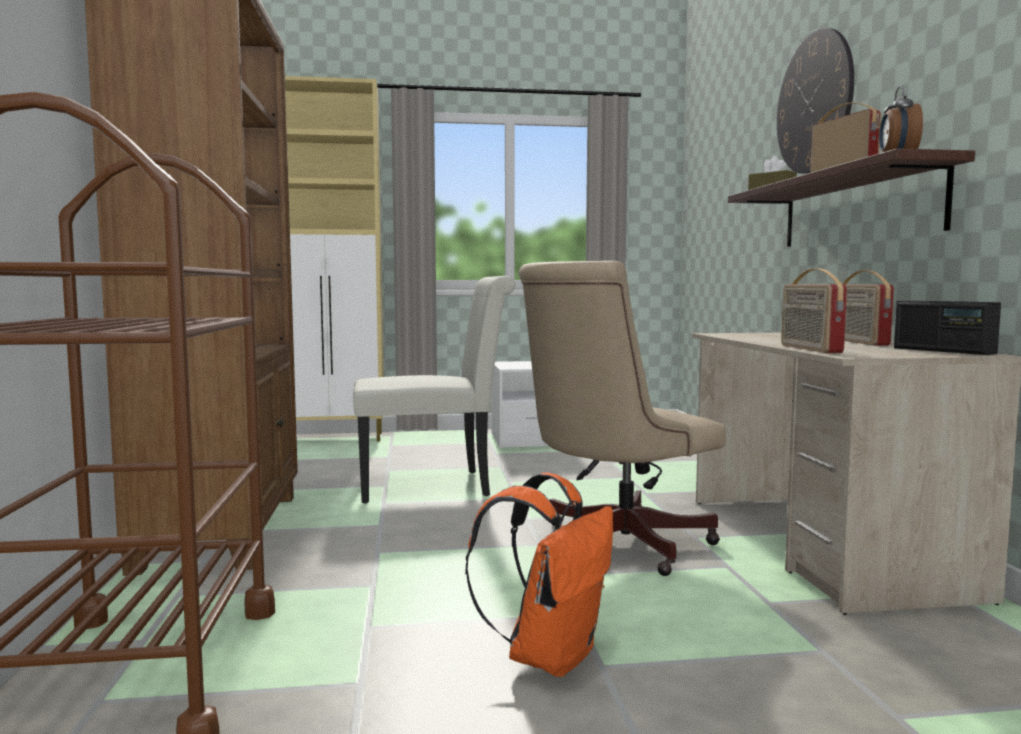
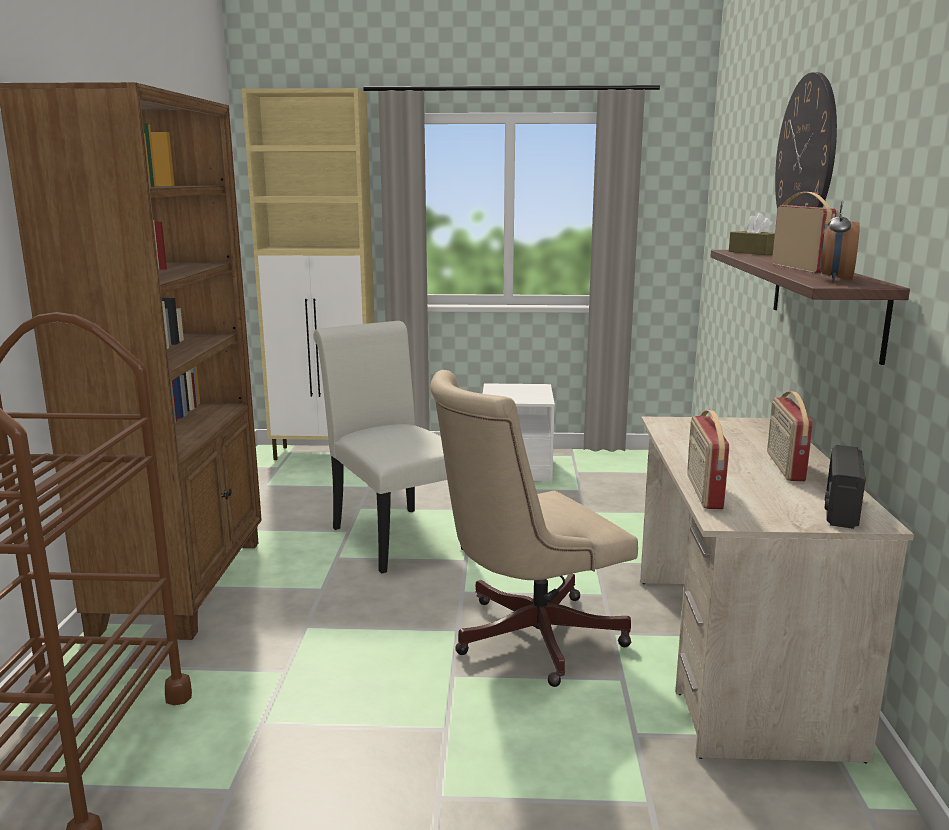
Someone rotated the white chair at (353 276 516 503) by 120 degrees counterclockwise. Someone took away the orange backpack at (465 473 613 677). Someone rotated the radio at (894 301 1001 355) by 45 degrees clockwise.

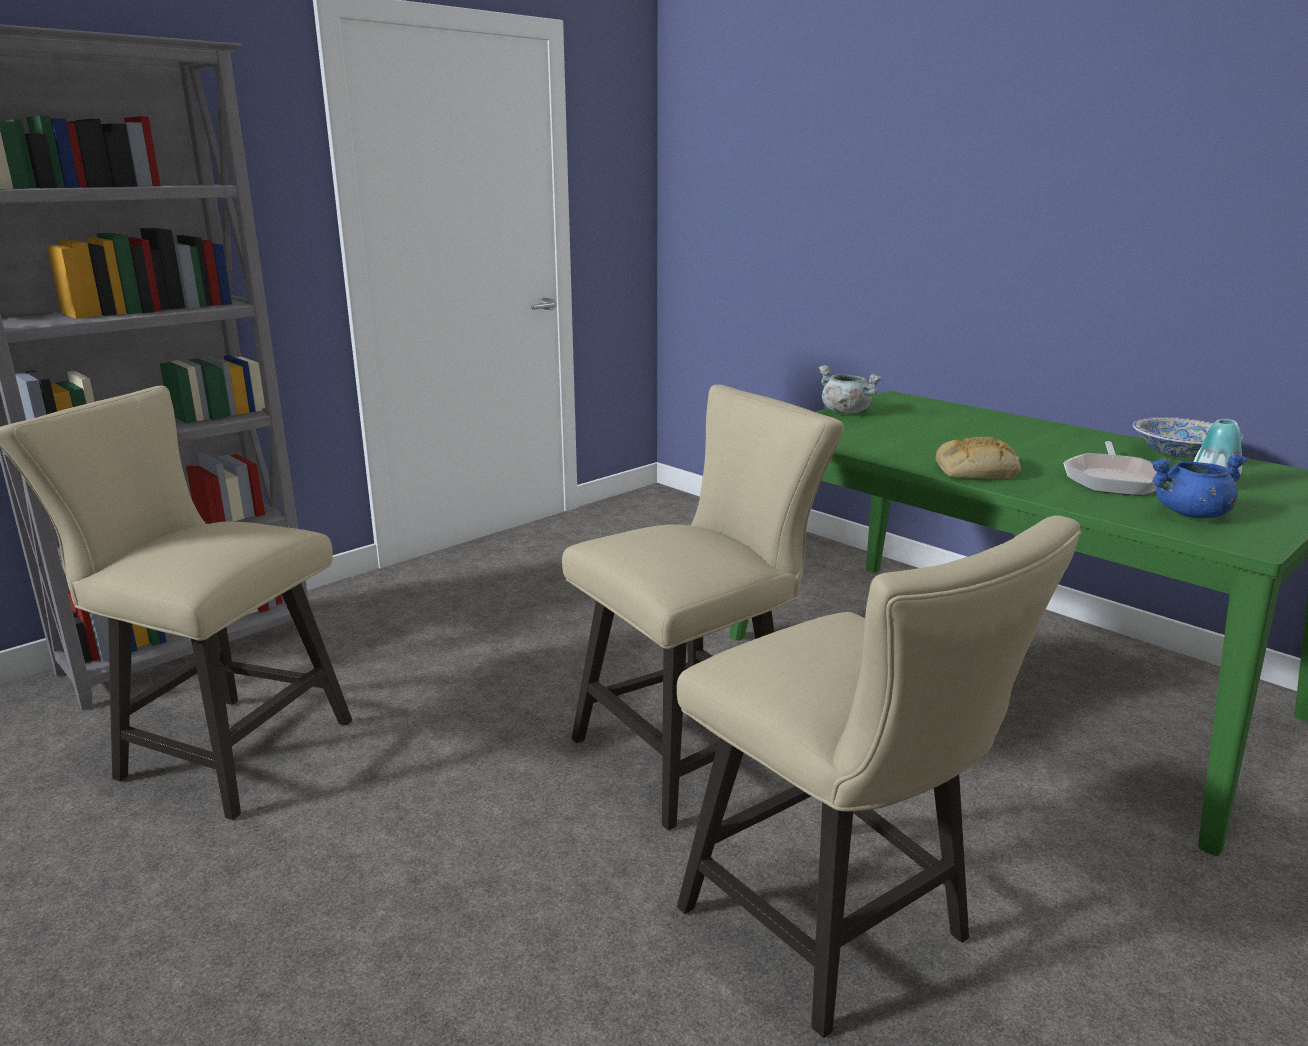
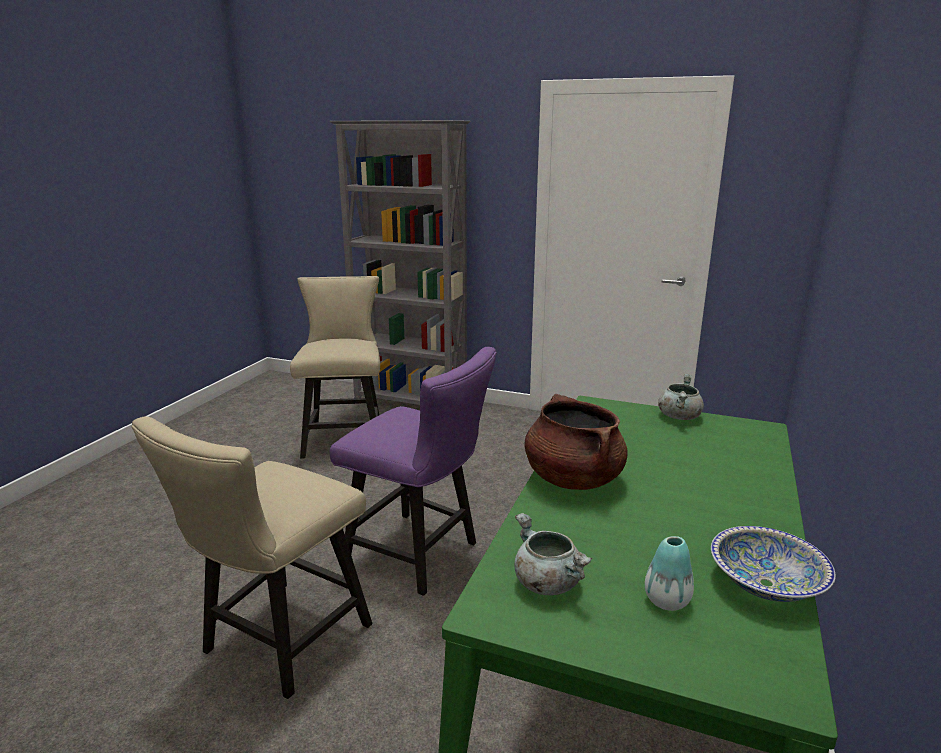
Someone repainted the beige chair at (562 384 844 831), which became the purple chair at (330 347 497 596). Someone swapped the bread at (936 437 1021 479) for the brown cooking pot at (524 394 628 490). Someone took away the frying pan at (1063 441 1157 496). Someone repainted the blue cooking pot at (1150 453 1248 518), which became the grey cooking pot at (514 513 592 595).

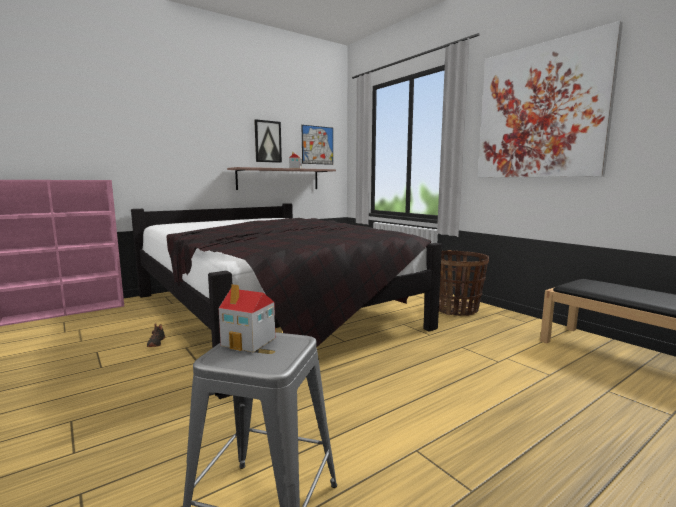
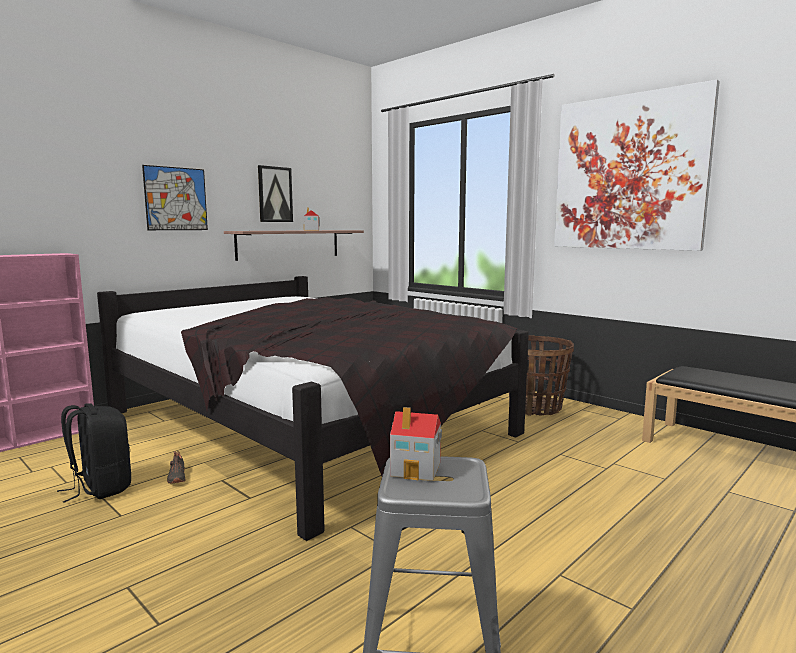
Someone carried the picture from (302 125 333 165) to (142 165 208 230). Someone put down the black backpack at (57 403 131 503).

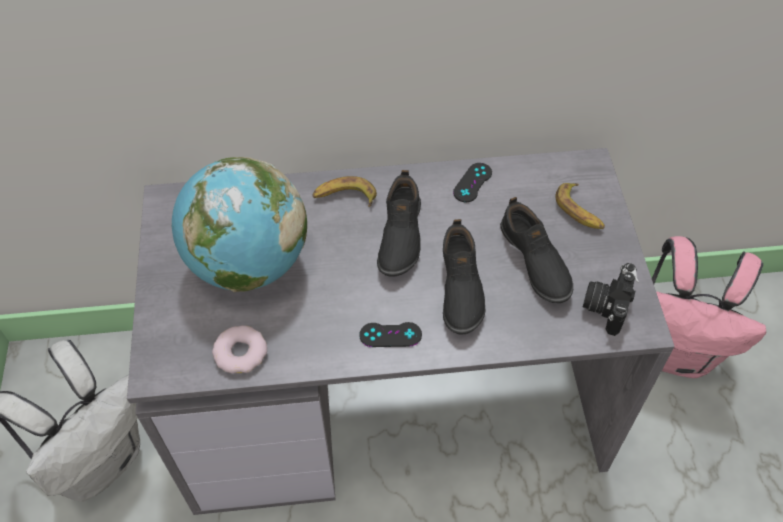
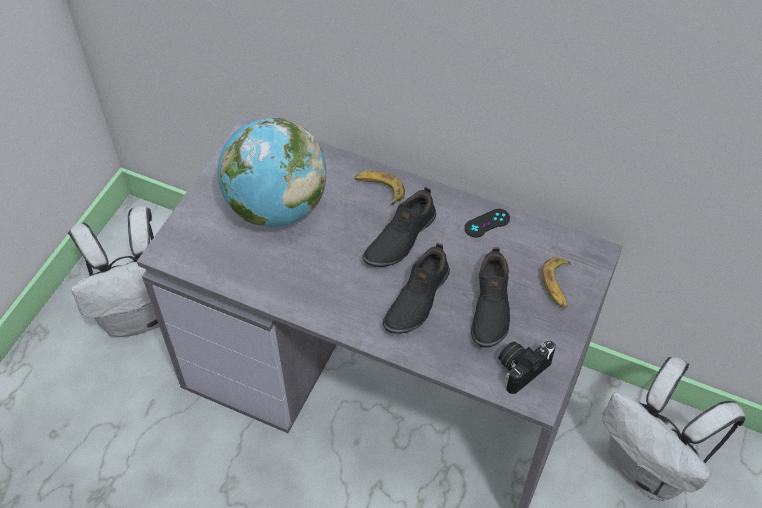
Someone took away the donut at (212 325 267 373). Someone took away the black game controller at (359 322 422 347). Someone repainted the pink backpack at (652 236 766 378), which became the white backpack at (602 357 745 501).

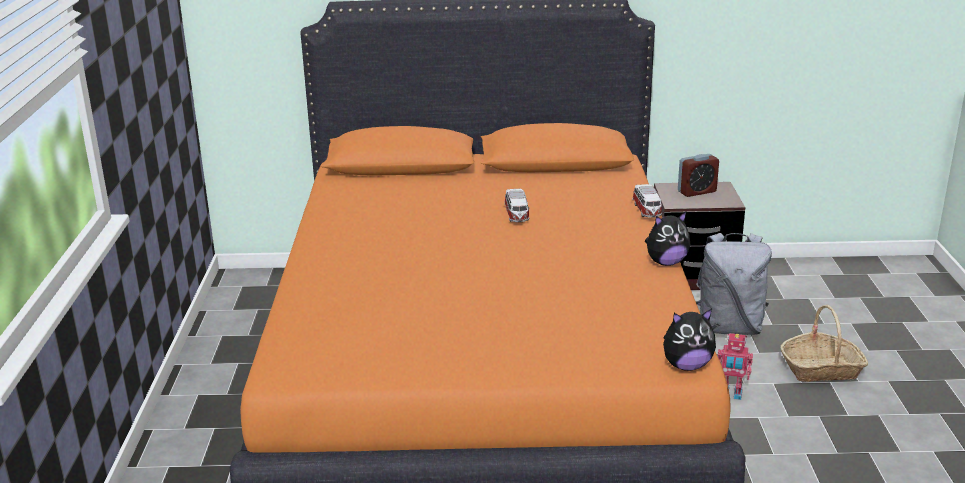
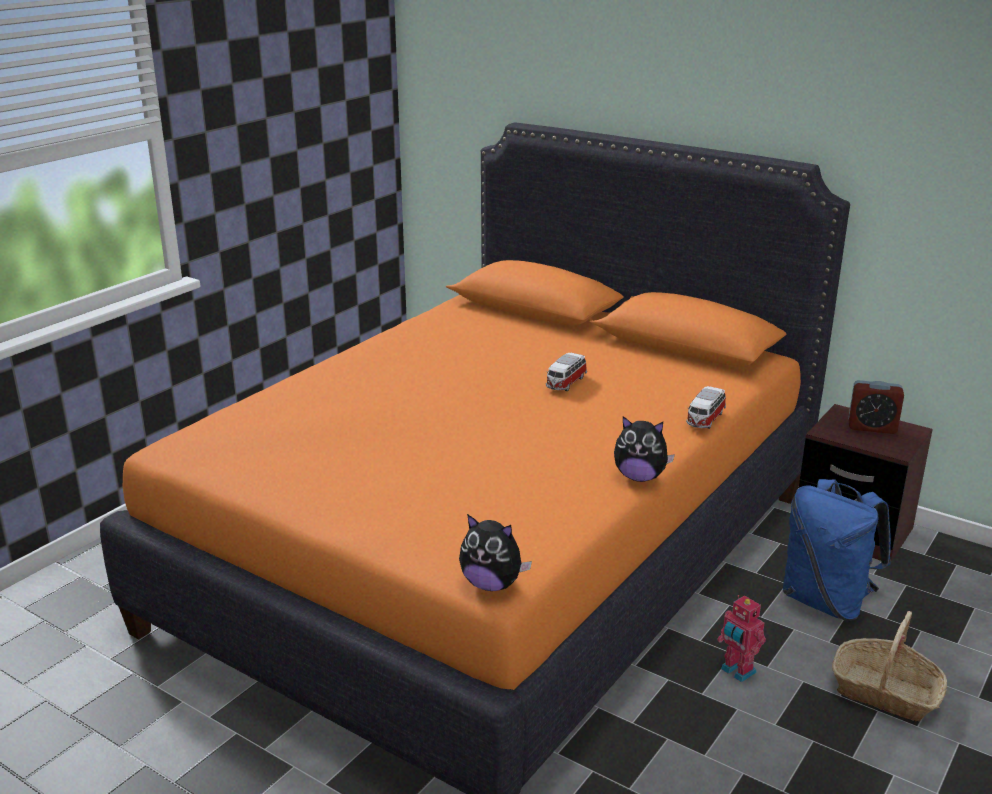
Someone repainted the grey backpack at (696 233 772 335), which became the blue backpack at (783 479 891 621).

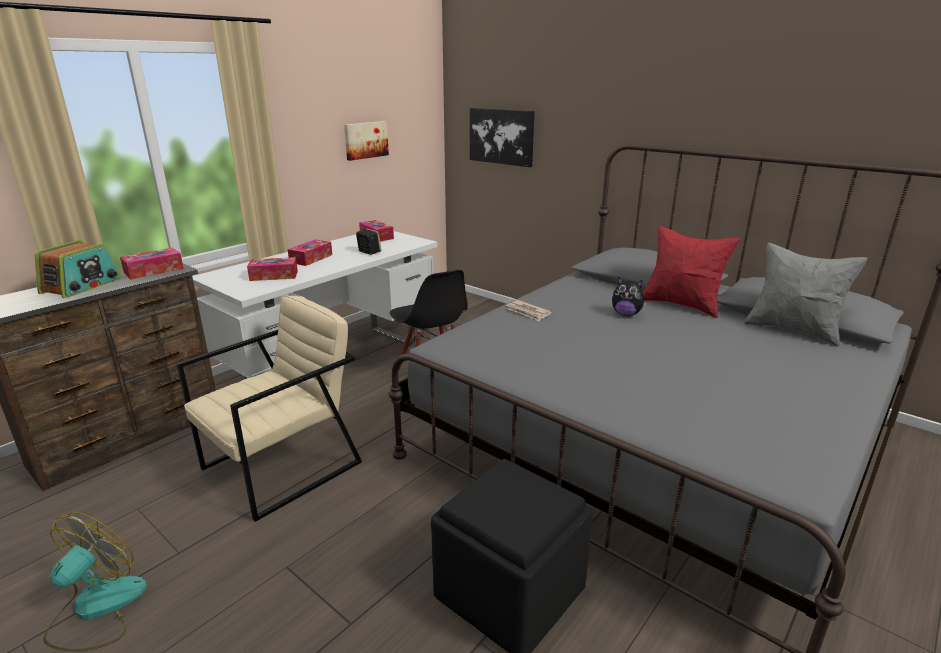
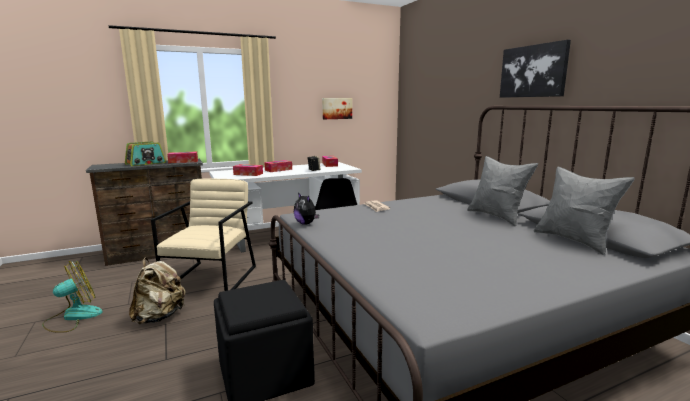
Someone rotated the beige armchair at (176 295 362 522) by 60 degrees counterclockwise. Someone carried the picture from (470 108 534 167) to (500 40 571 98). Someone carried the plush toy from (612 277 648 316) to (294 193 319 225). Someone repainted the red pillow at (643 226 740 318), which became the grey pillow at (467 156 538 226). Someone put down the beige backpack at (129 257 186 324).

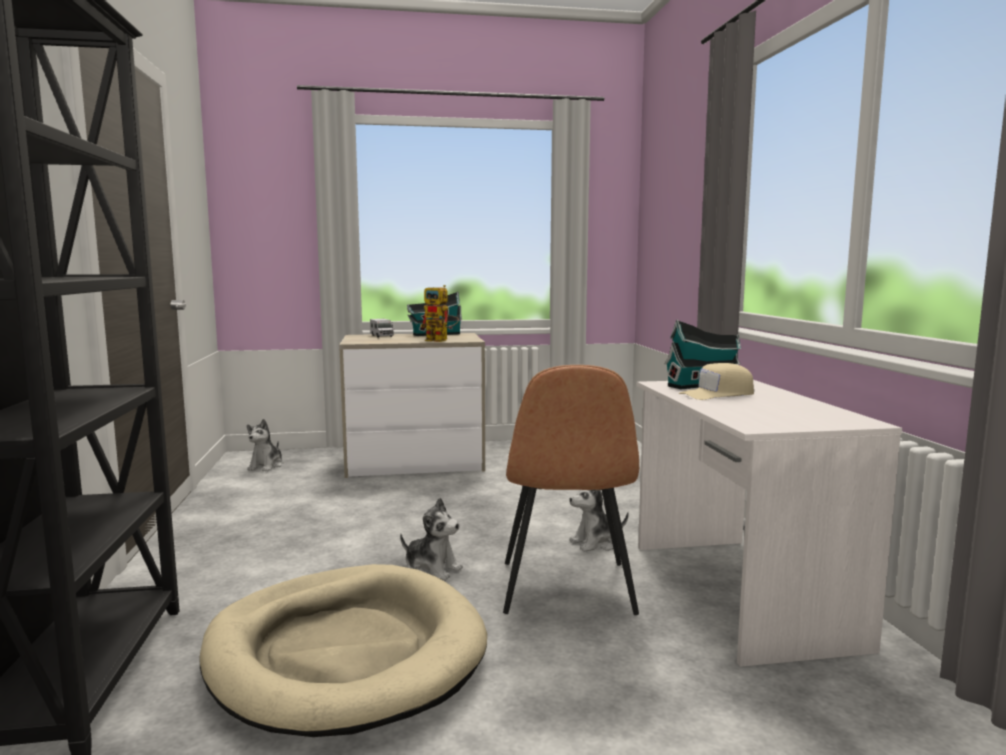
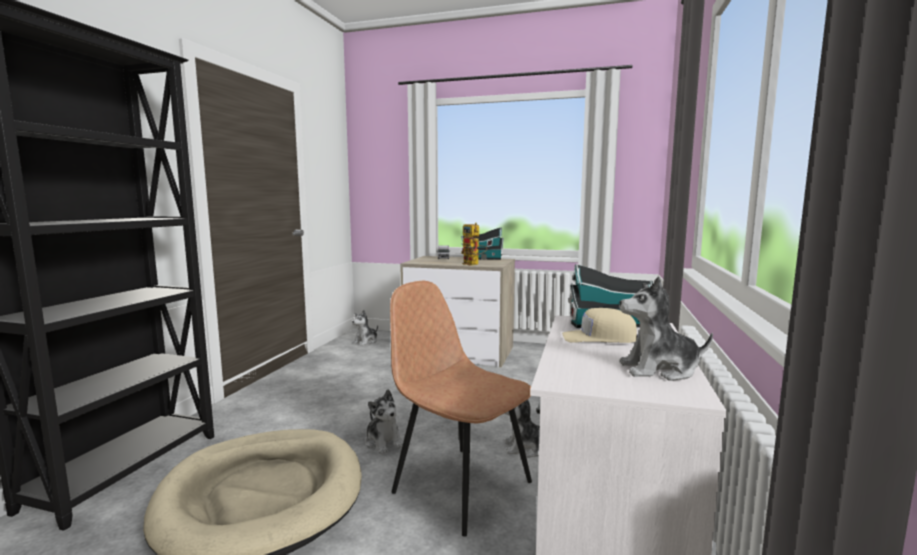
Someone rotated the brown chair at (503 365 639 615) by 105 degrees clockwise. Someone put down the plush toy at (619 276 713 381).

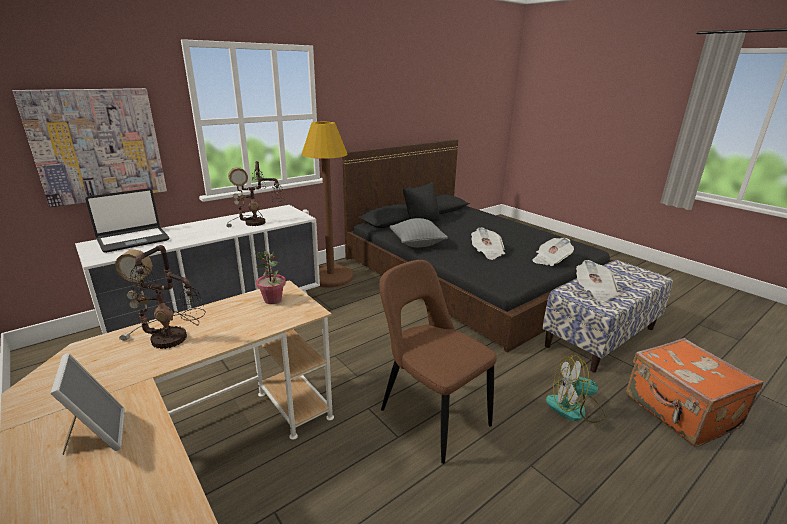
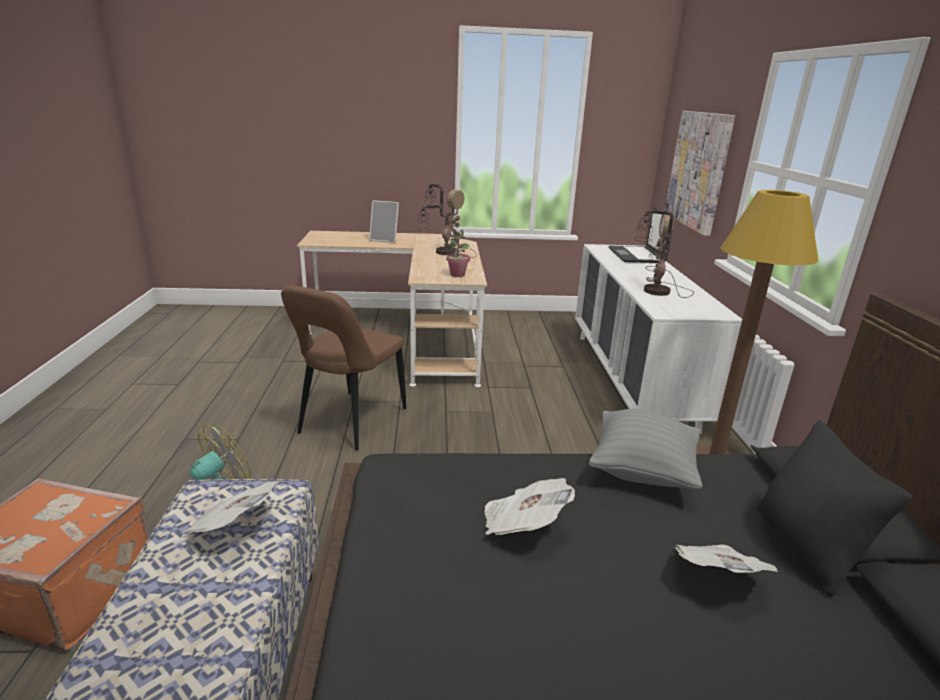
Someone rotated the brown chair at (379 260 497 464) by 120 degrees clockwise. Someone carried the newspaper from (532 238 574 266) to (676 544 779 573).

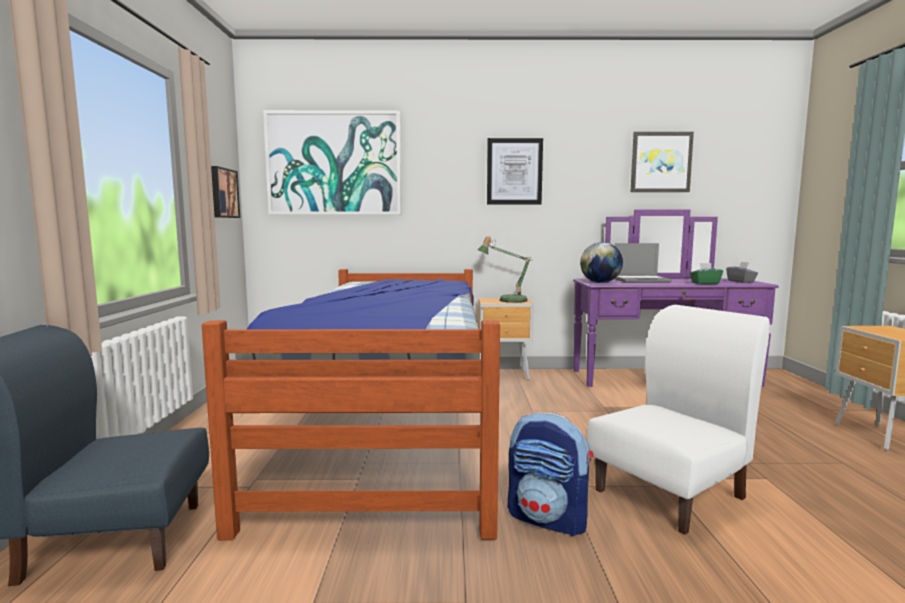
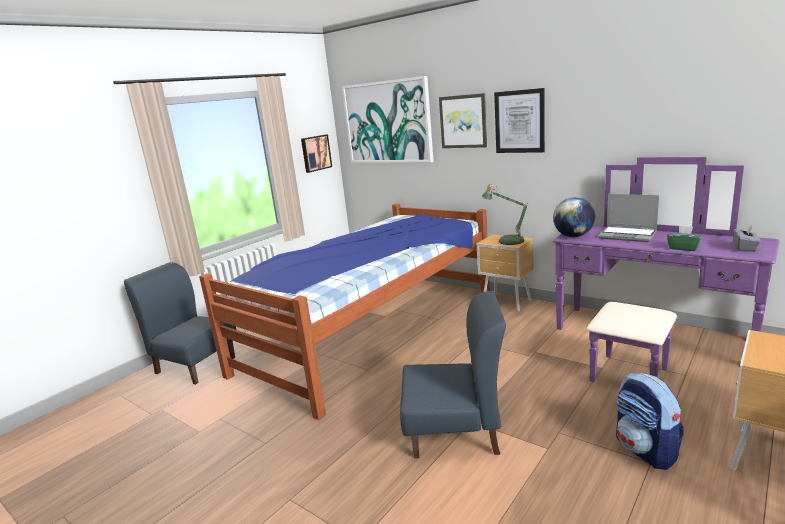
Someone carried the backpack from (508 413 593 536) to (616 373 684 470). Someone repainted the white chair at (587 305 770 535), which became the blue chair at (400 291 506 458). Someone carried the picture from (631 132 694 192) to (439 93 487 148).

